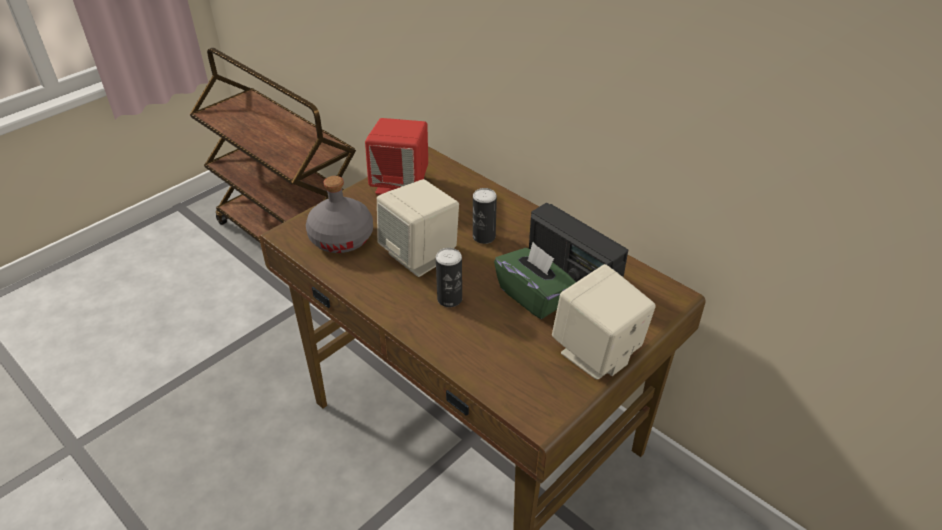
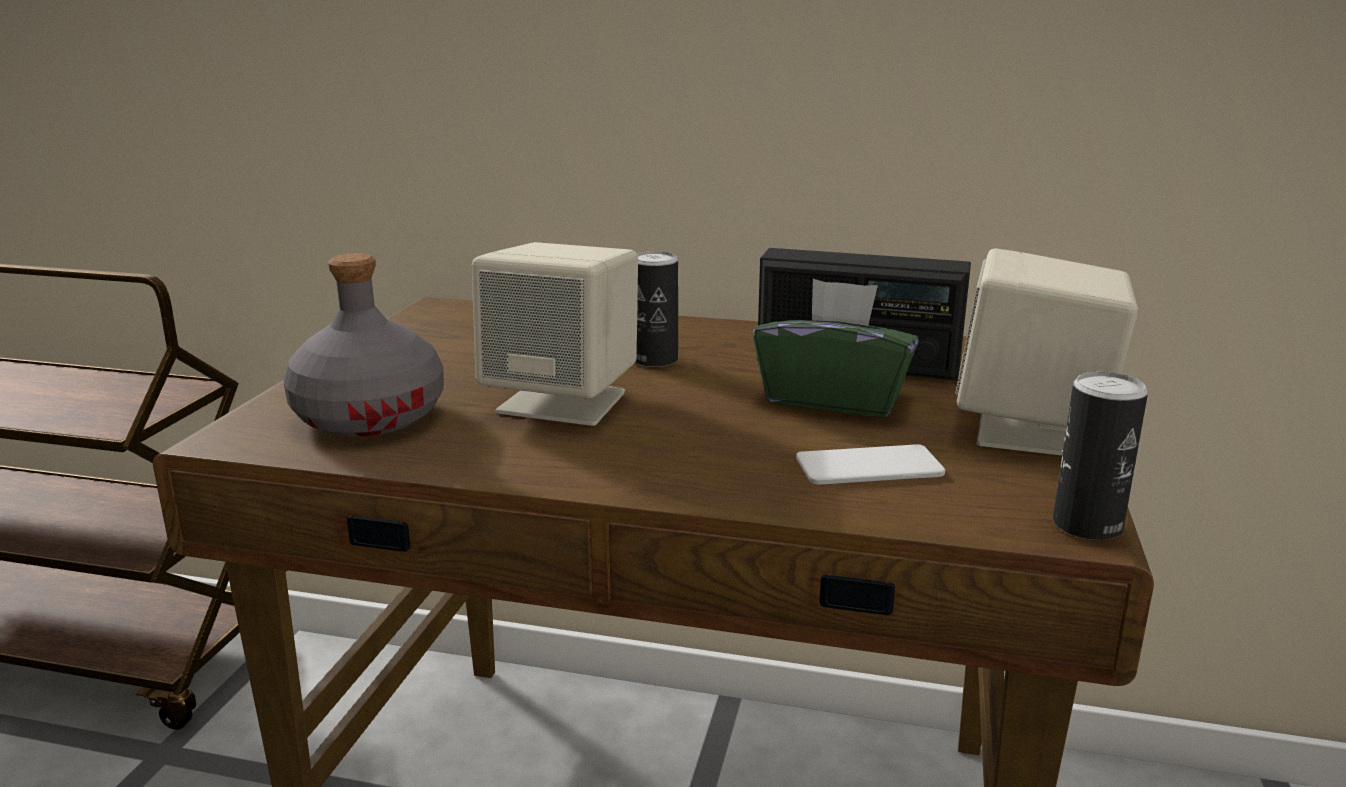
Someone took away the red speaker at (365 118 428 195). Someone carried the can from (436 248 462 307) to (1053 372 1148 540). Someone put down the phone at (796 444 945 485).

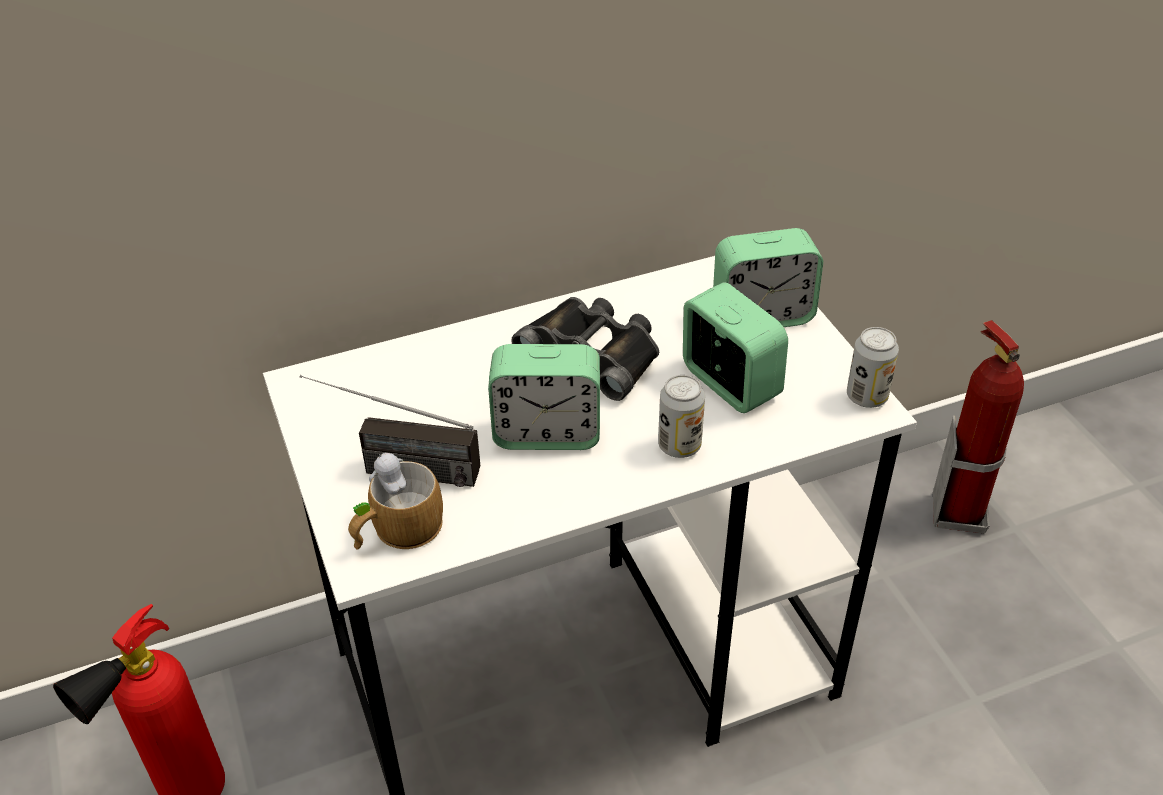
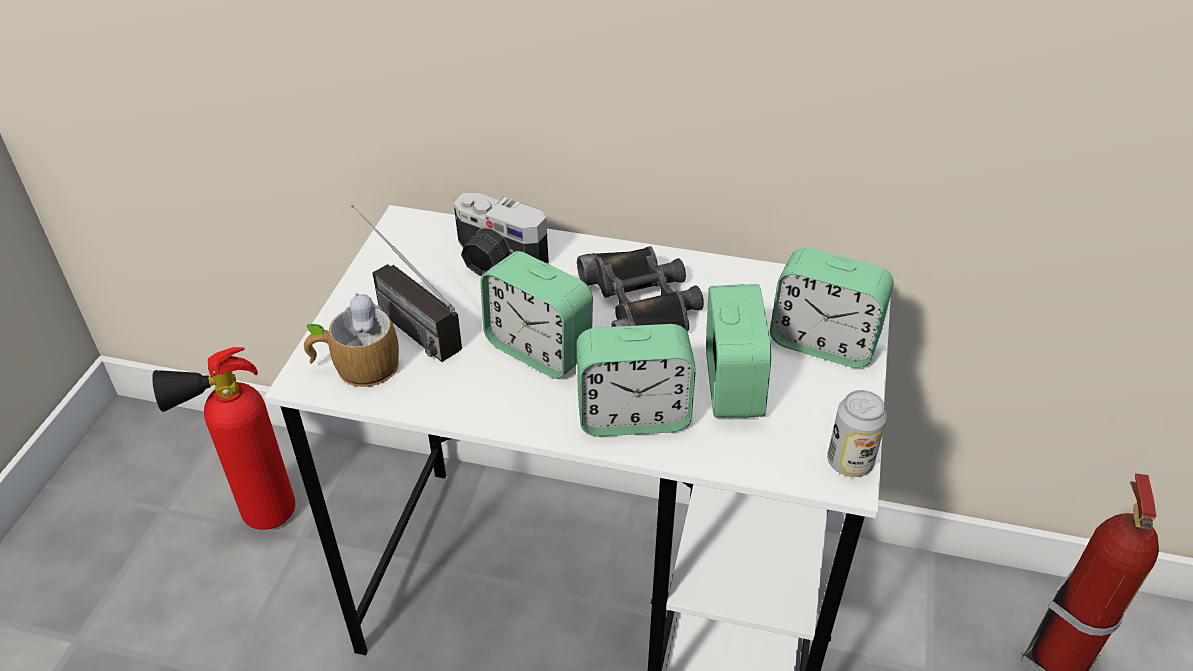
Someone swapped the can at (658 375 705 458) for the alarm clock at (577 324 696 436). Someone put down the photo camera at (453 193 549 276).

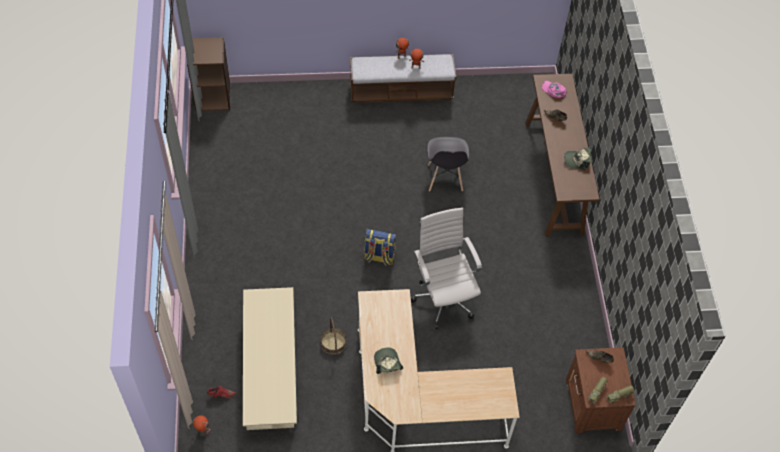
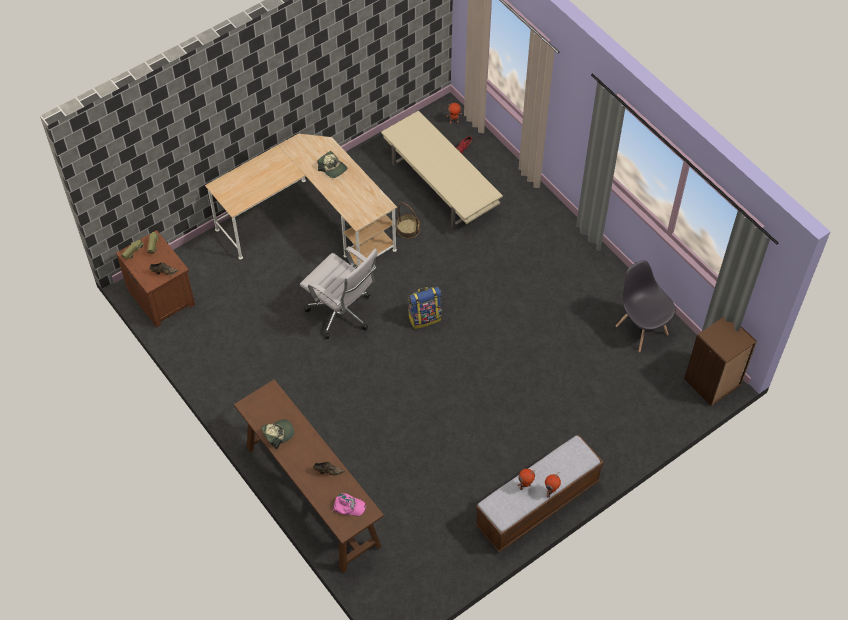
Someone carried the grey chair from (427 137 470 191) to (616 260 676 352).

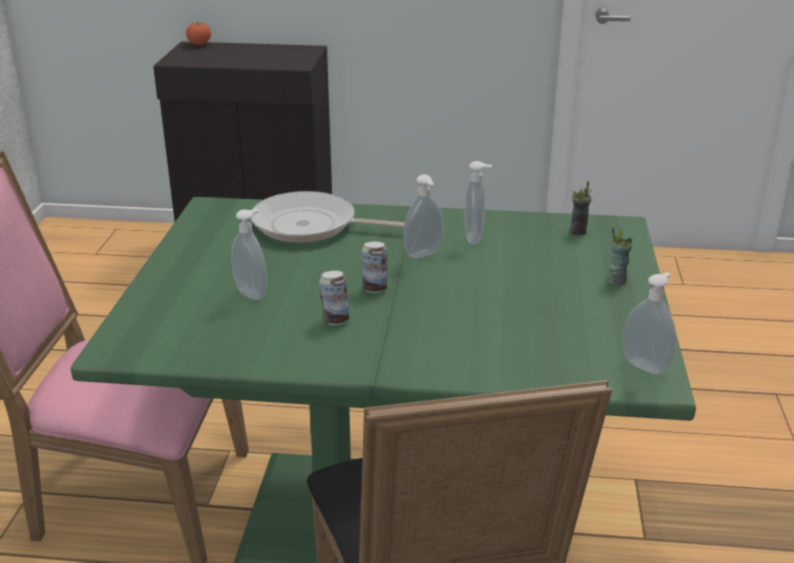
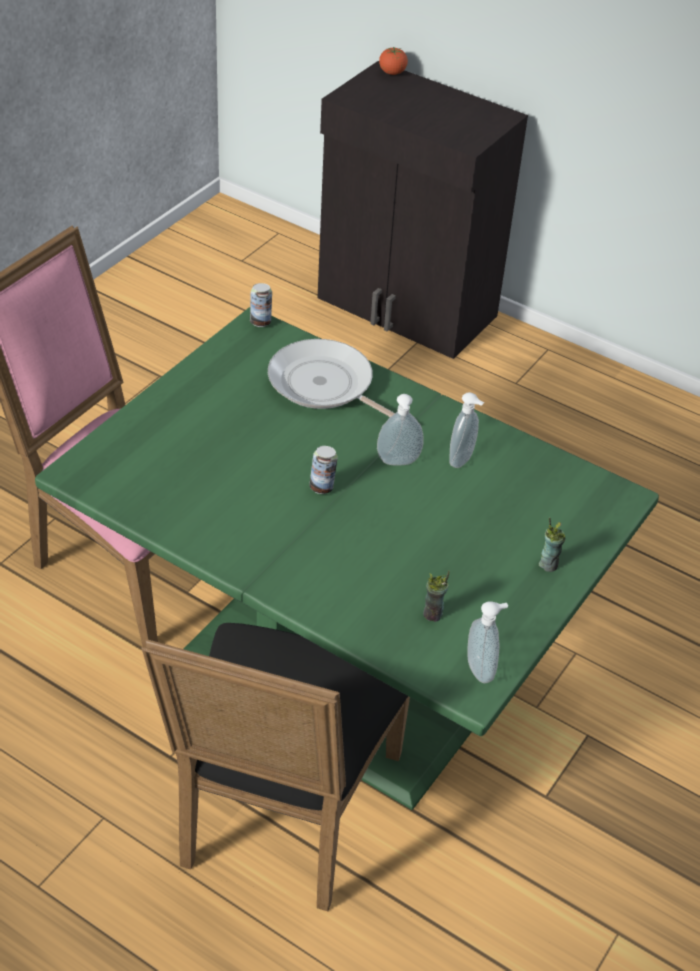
Someone took away the soap dispenser at (231 209 267 300). Someone carried the can from (319 270 349 325) to (250 283 272 327). Someone carried the cup from (570 181 592 235) to (423 570 450 622).

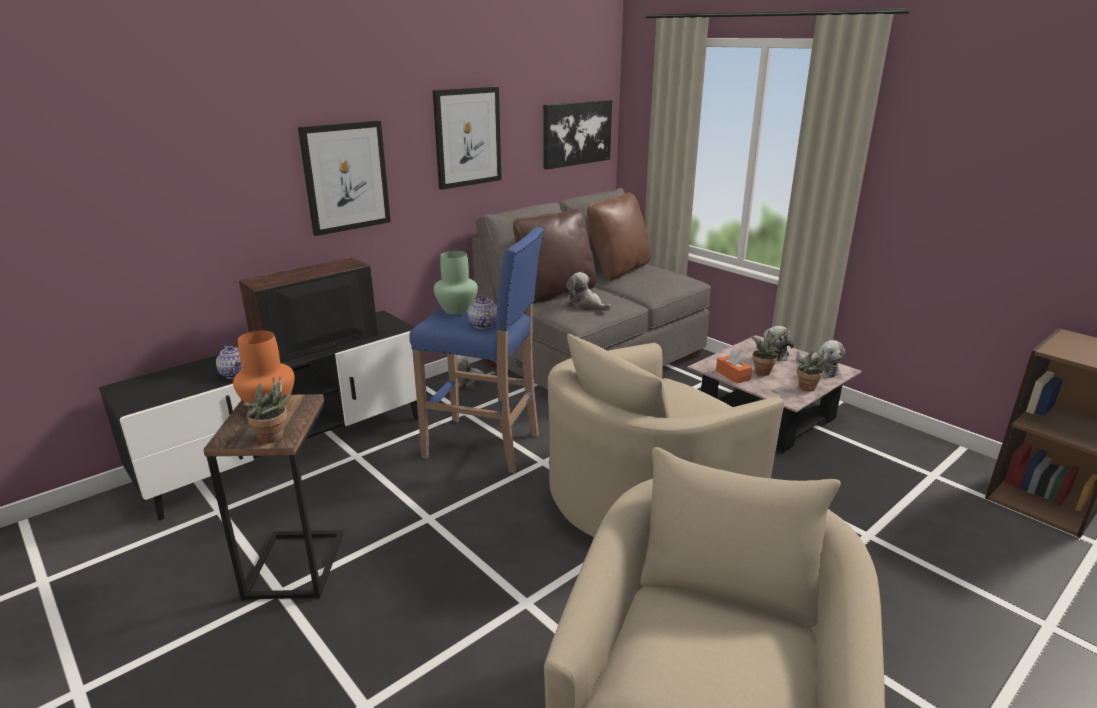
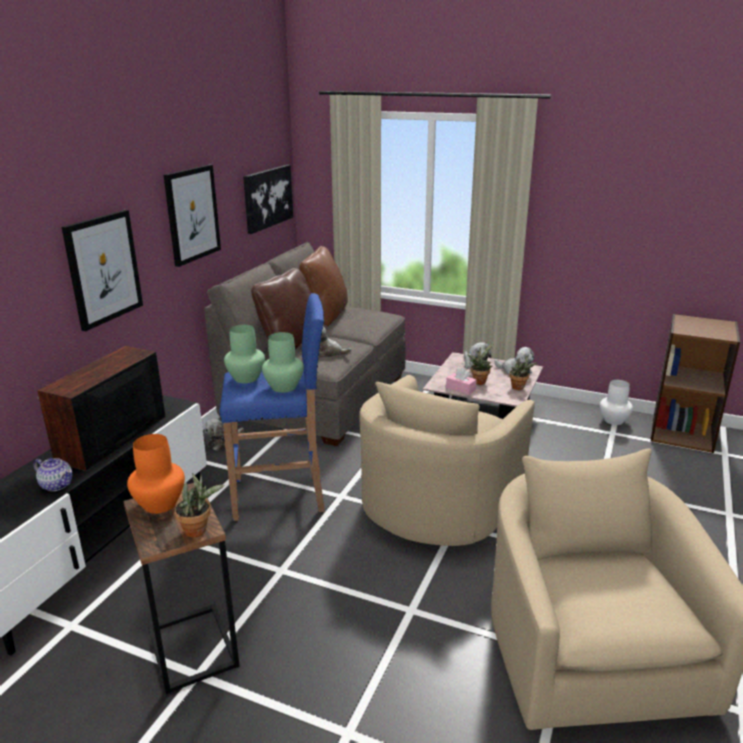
Someone swapped the teapot at (468 295 497 329) for the green vase at (262 332 304 393). Someone repainted the orange tissue box at (716 350 752 384), which became the pink tissue box at (446 368 476 395). Someone put down the white vase at (600 380 633 425).

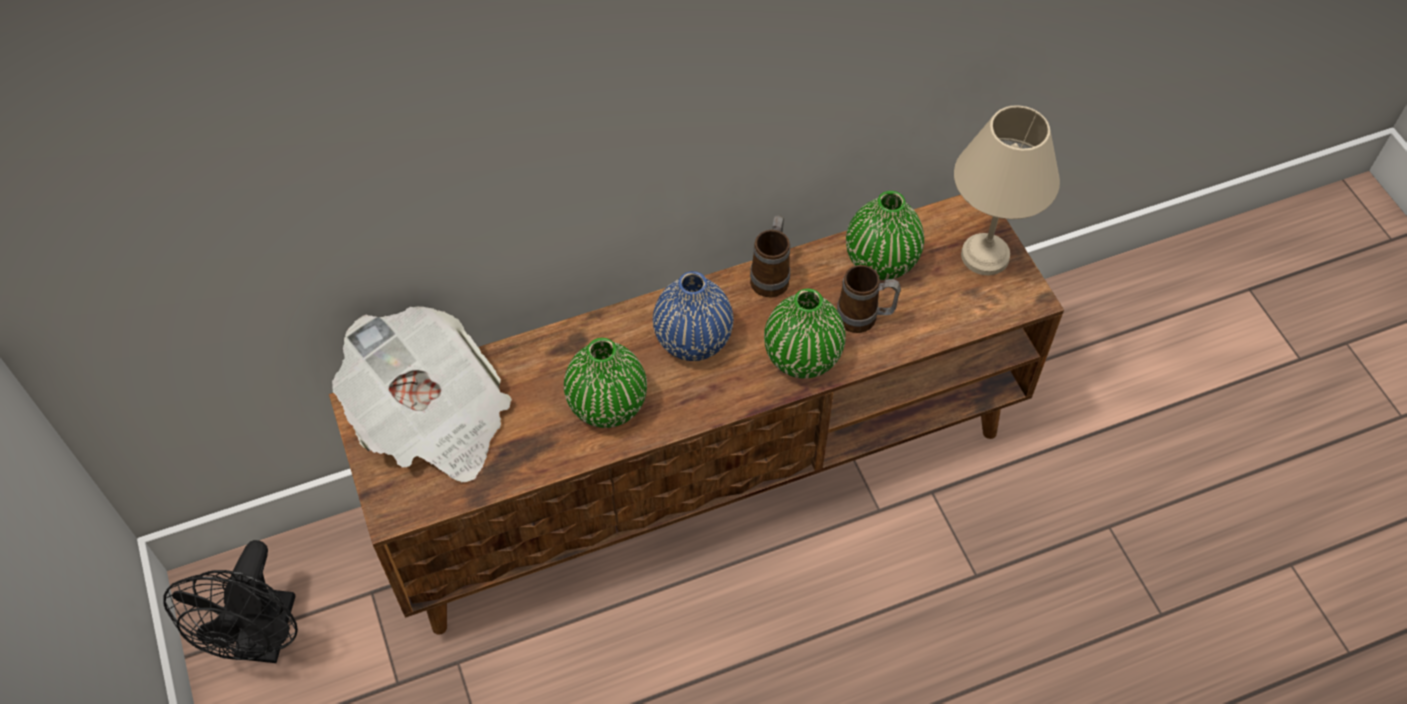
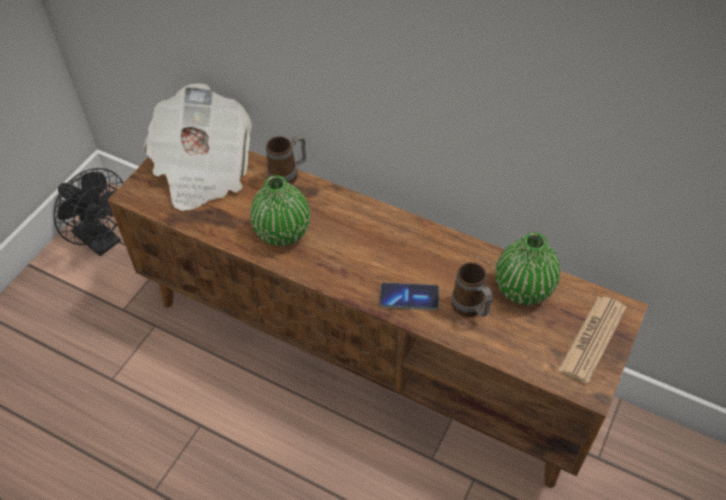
Someone rotated the black fan at (164 540 298 663) by 105 degrees counterclockwise. Someone took away the blue vase at (653 271 734 361). Someone carried the mug from (750 215 790 297) to (266 135 306 185). Someone swapped the green vase at (764 289 846 378) for the phone at (380 282 439 310). Someone swapped the beige table lamp at (954 106 1060 275) for the newspaper at (558 296 627 384).

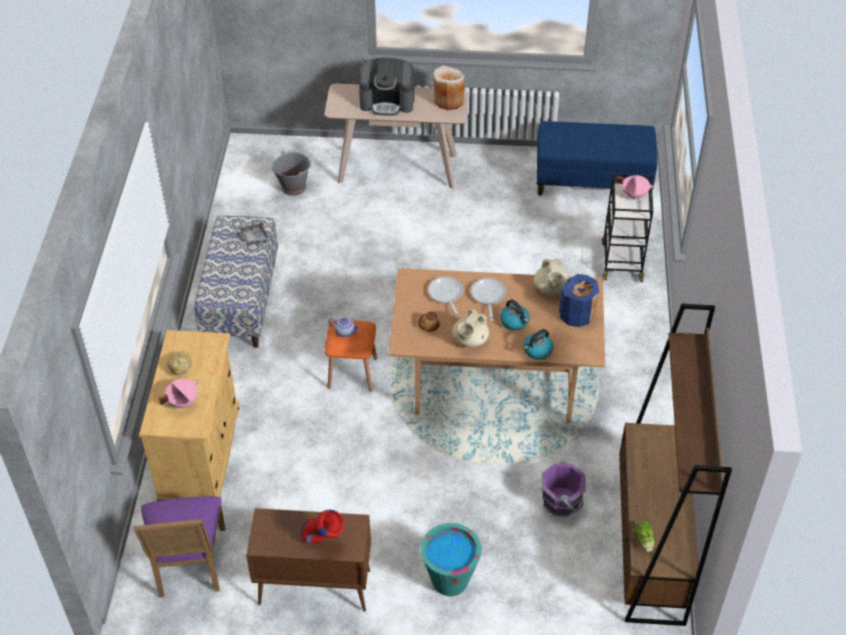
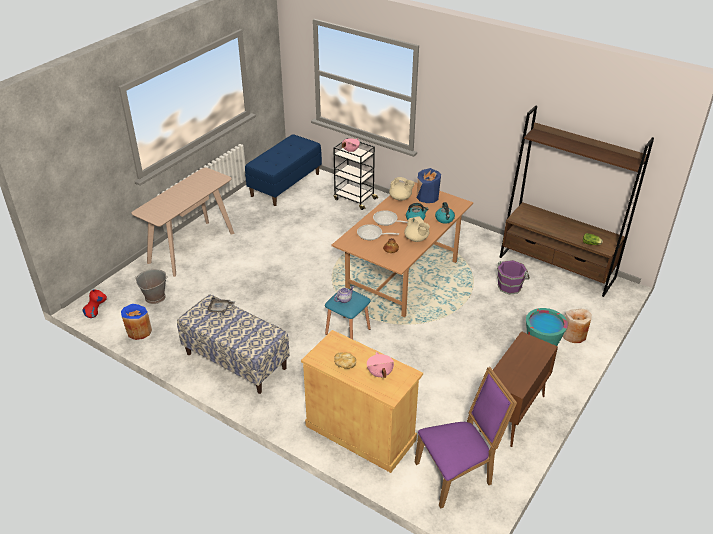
Someone rotated the purple chair at (134 496 225 598) by 45 degrees counterclockwise. Someone carried the red vase from (301 510 344 543) to (83 289 107 318). Someone repainted the orange stool at (325 320 377 391), which became the blue stool at (325 289 371 339). Someone took away the coffee machine at (359 57 414 116). Someone carried the beige vase from (433 65 465 110) to (563 309 592 343). Someone put down the blue vase at (121 304 152 340).

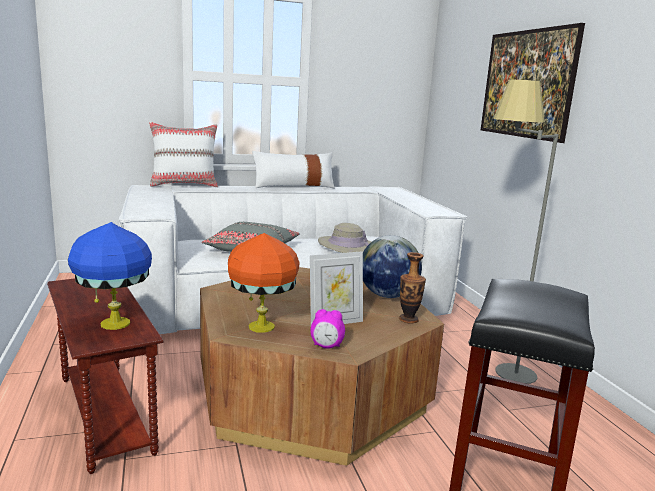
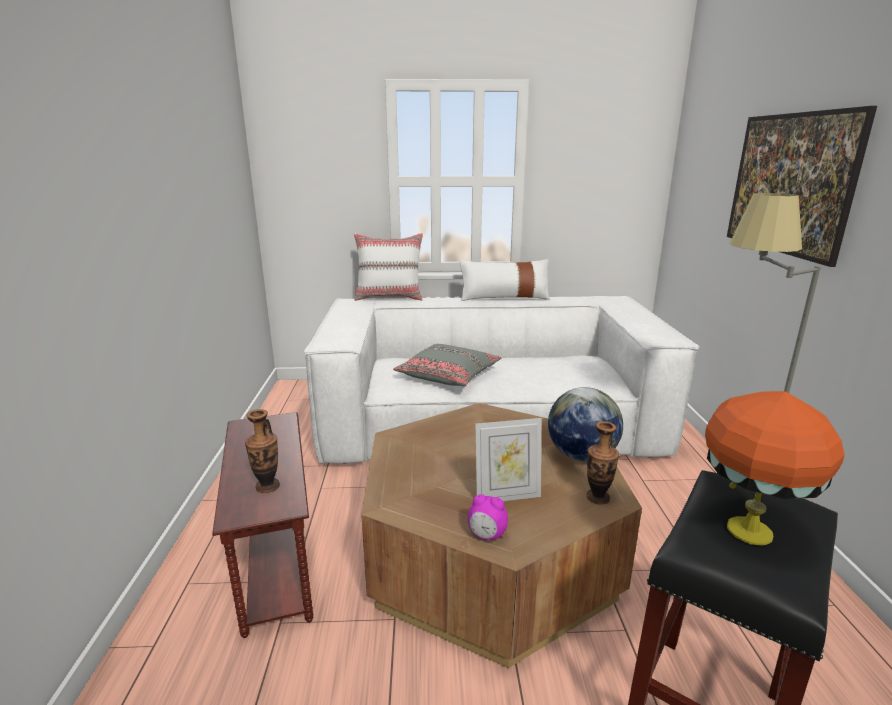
Someone swapped the blue table lamp at (68 222 152 330) for the vase at (245 409 280 493). Someone carried the orange table lamp from (228 233 299 333) to (705 391 845 546). Someone took away the beige hat at (318 223 371 253).

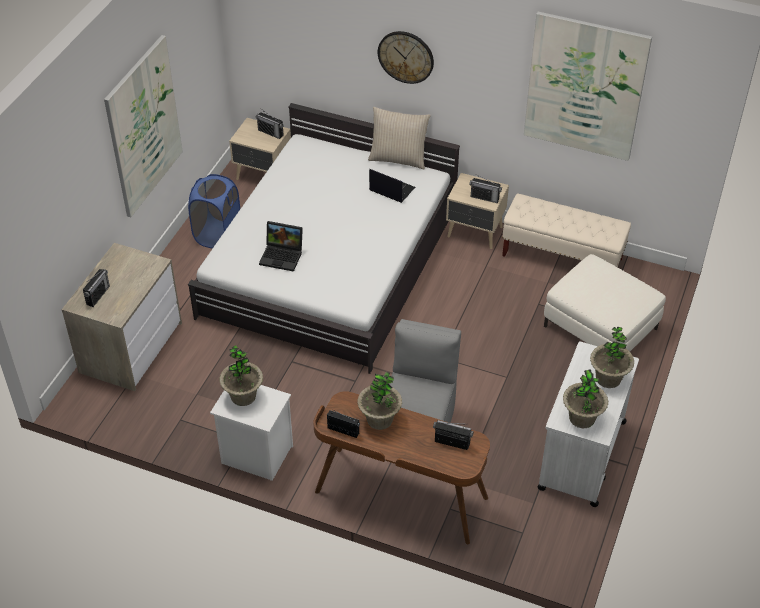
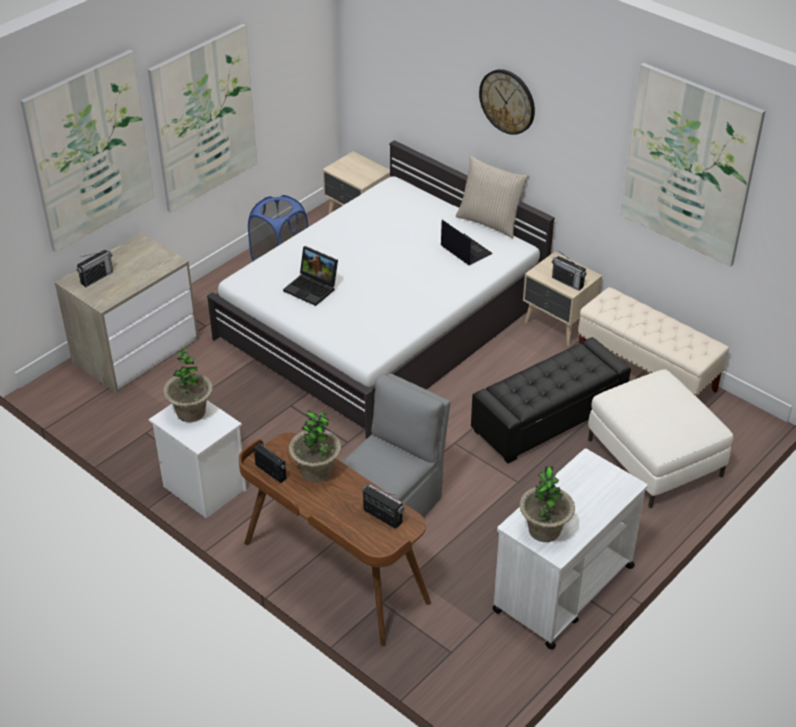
Someone took away the radio at (256 108 284 139). Someone took away the potted plant at (590 327 634 388). Someone put up the picture at (20 50 155 252). Someone put down the black ottoman at (471 337 631 464).

